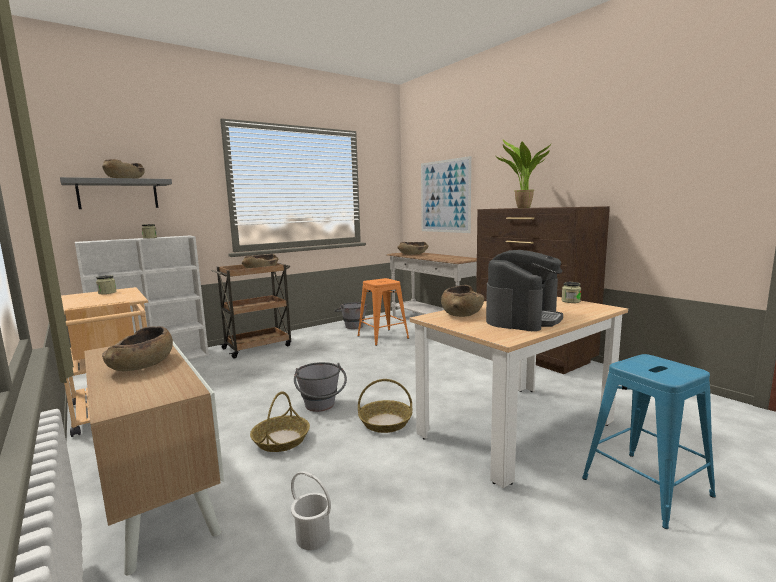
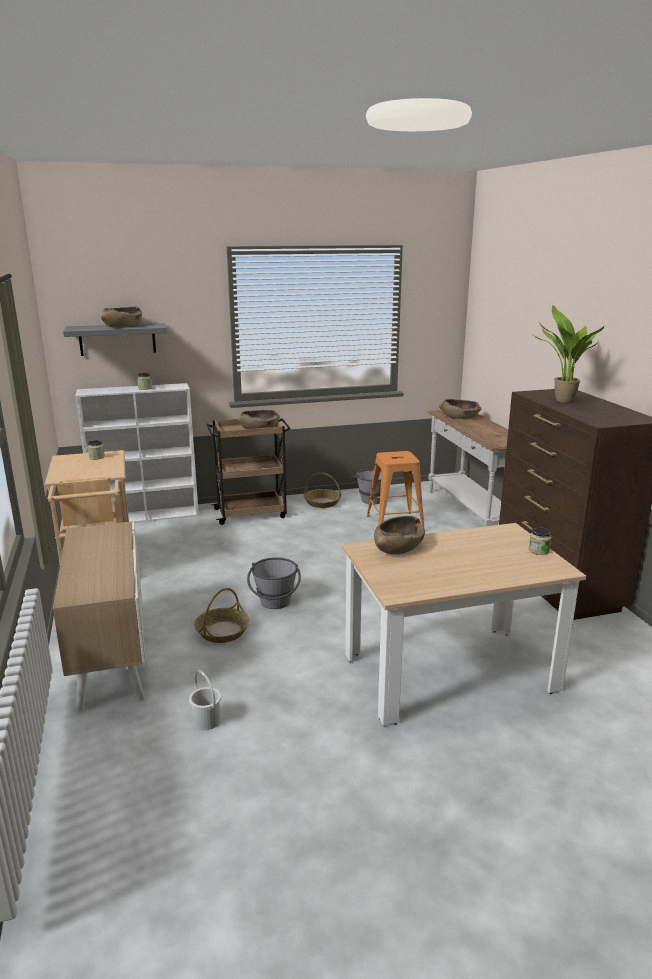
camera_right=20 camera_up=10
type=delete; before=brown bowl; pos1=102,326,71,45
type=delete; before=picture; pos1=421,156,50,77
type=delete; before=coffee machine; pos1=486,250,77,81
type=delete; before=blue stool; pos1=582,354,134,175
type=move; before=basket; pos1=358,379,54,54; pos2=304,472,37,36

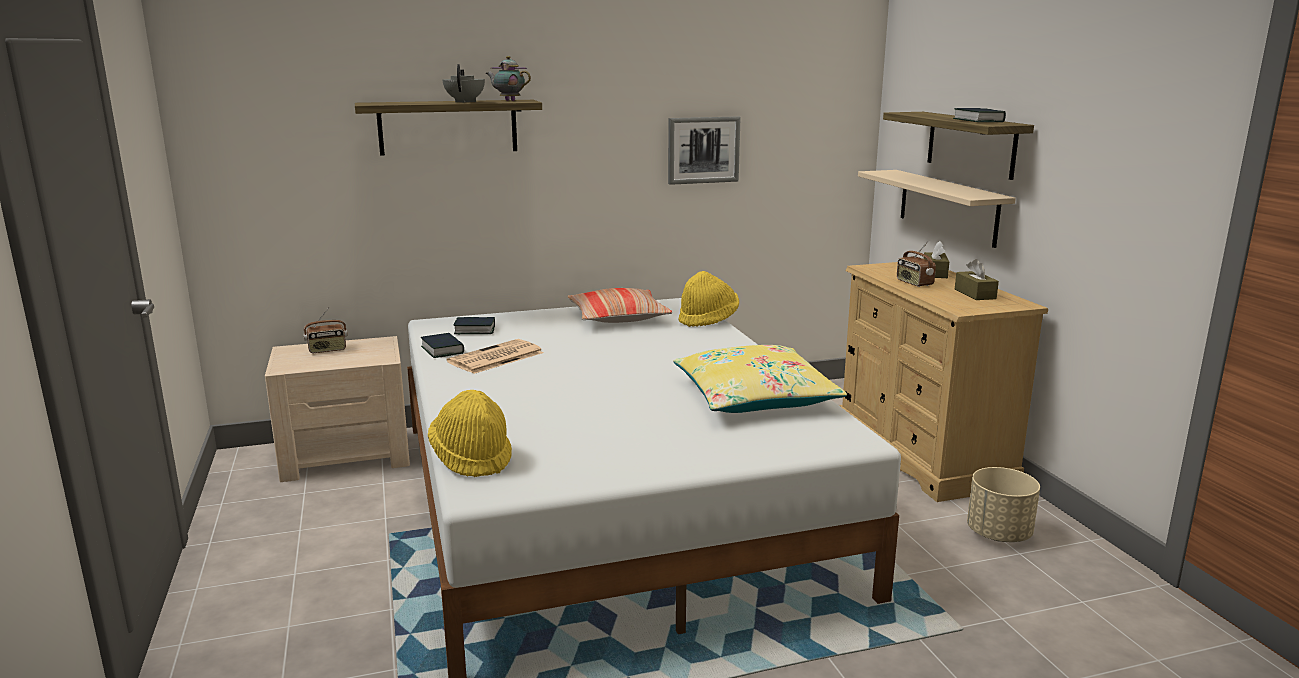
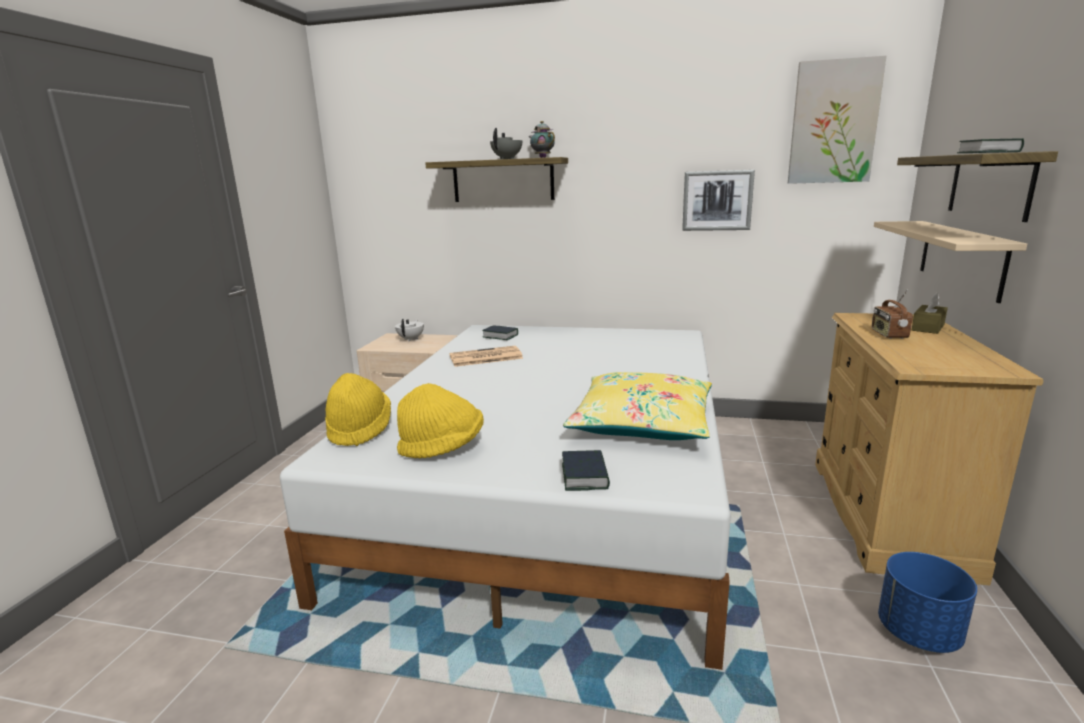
camera_right=30 camera_up=0
type=delete; before=pillow; pos1=568,288,104,35
type=delete; before=brown tissue box; pos1=955,259,44,41
type=insert; after=picture; pos2=788,56,98,128
type=move; before=book; pos1=421,333,43,25; pos2=562,450,48,41
type=move; before=yellow hat; pos1=679,271,60,56; pos2=397,383,87,75
type=replace; before=radio; after=white teapot; pos1=303,307,45,46; pos2=395,319,29,22
type=recolor; before=beige planter; after=blue planter; pos1=967,467,73,75; pos2=878,552,99,101

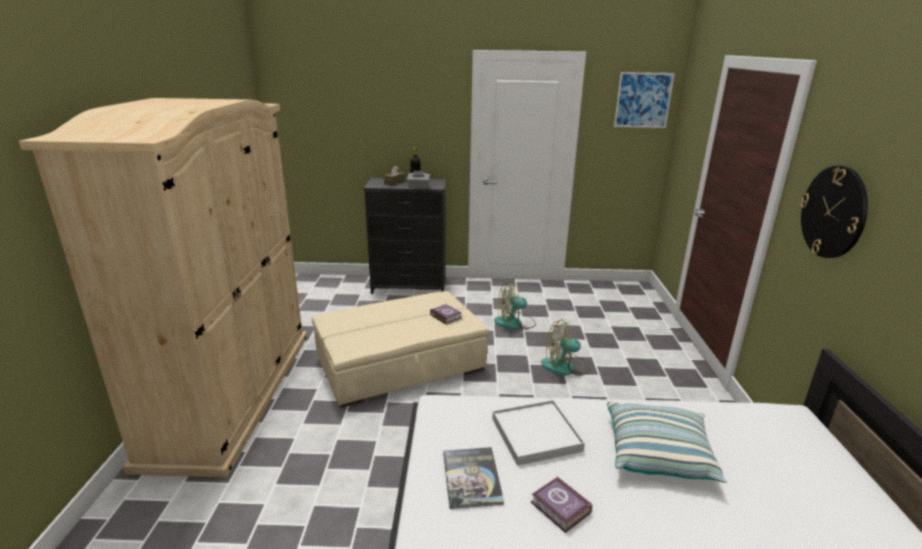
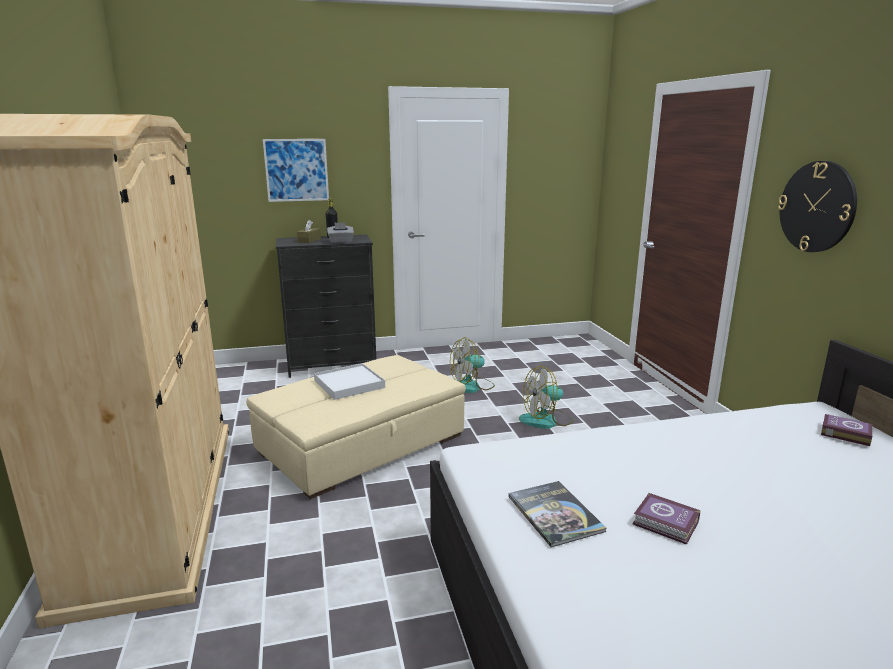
camera_right=-15 camera_up=-5
type=delete; before=pillow; pos1=607,402,120,81
type=move; before=book; pos1=430,304,32,20; pos2=821,414,52,32
type=move; before=white tray; pos1=492,400,93,66; pos2=314,363,71,37
type=move; before=picture; pos1=614,72,61,56; pos2=263,139,66,63

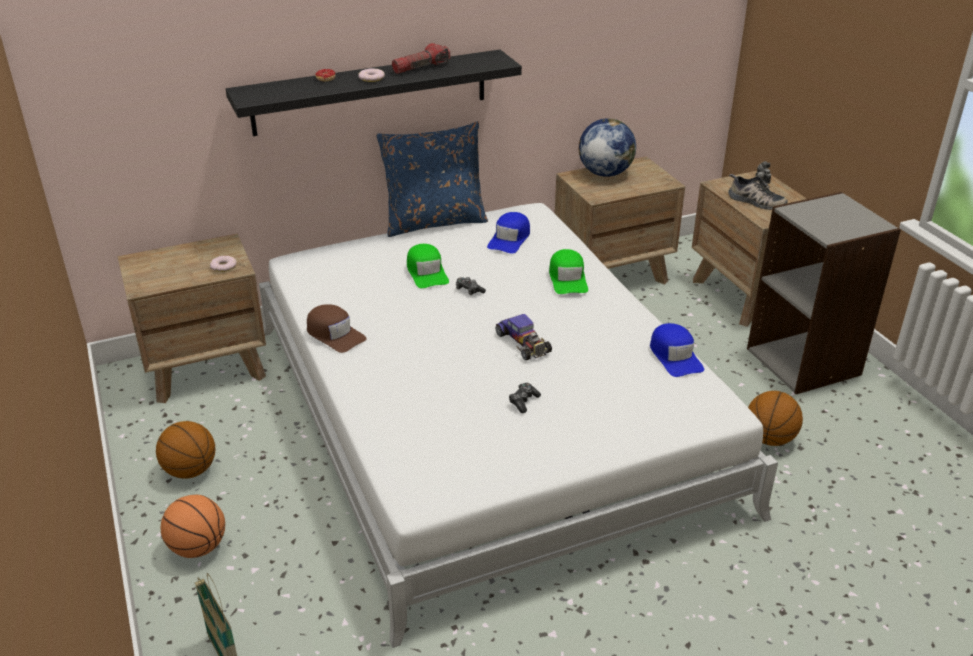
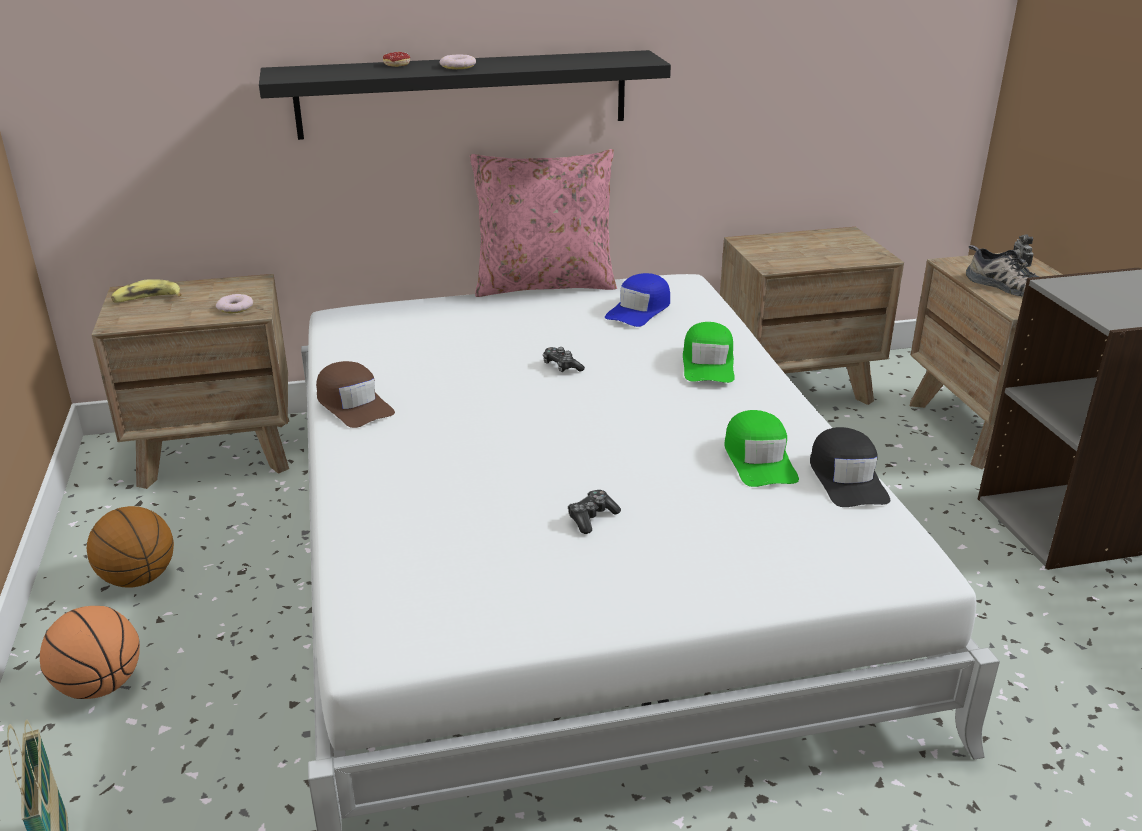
camera_right=10 camera_up=-5
type=delete; before=flashlight; pos1=392,43,59,31
type=delete; before=toy car; pos1=496,314,56,46
type=delete; before=globe; pos1=579,118,57,59
type=delete; before=basketball; pos1=748,391,55,55
type=insert; after=banana; pos2=111,279,71,24
type=move; before=green cap; pos1=407,244,42,44; pos2=724,410,75,77
type=recolor; before=blue pillow; after=pink pillow; pos1=376,122,112,115; pos2=470,149,147,148
type=recolor; before=blue cap; after=black cap; pos1=650,323,54,54; pos2=810,427,81,80

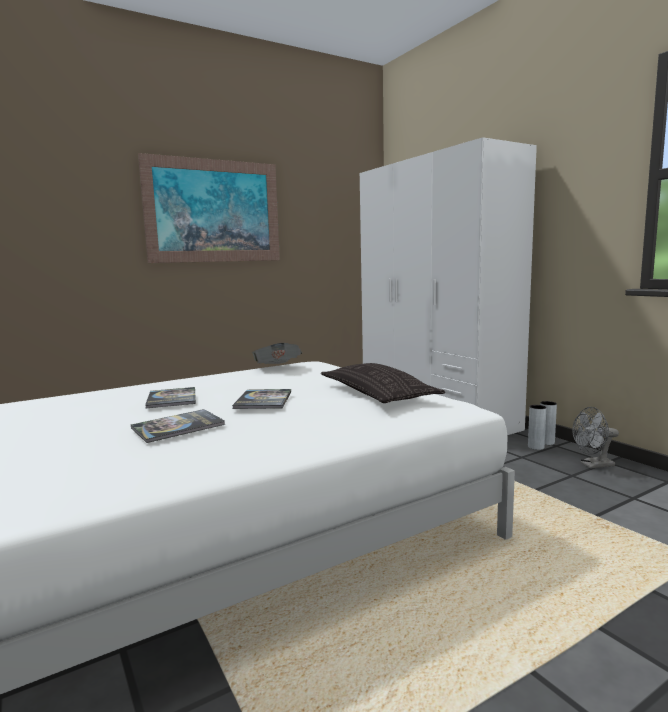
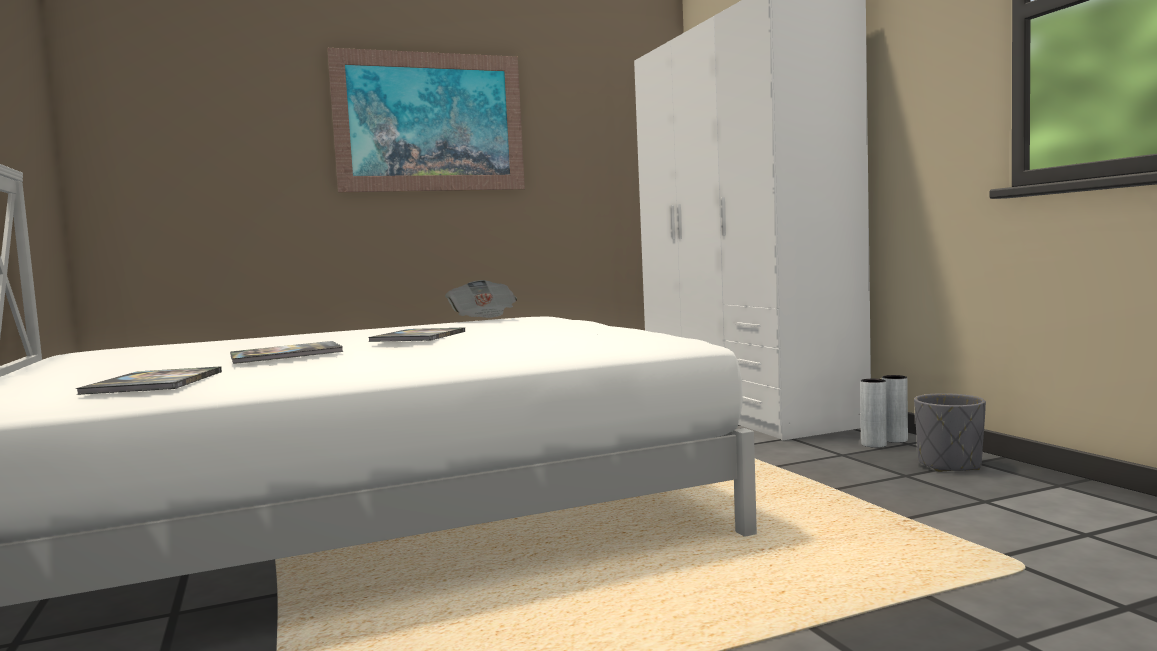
camera_right=10 camera_up=-5
type=delete; before=pillow; pos1=321,363,124,40
type=move; before=book; pos1=145,387,51,22; pos2=76,366,146,29
type=replace; before=grey fan; after=grey planter; pos1=572,407,47,62; pos2=914,393,72,79

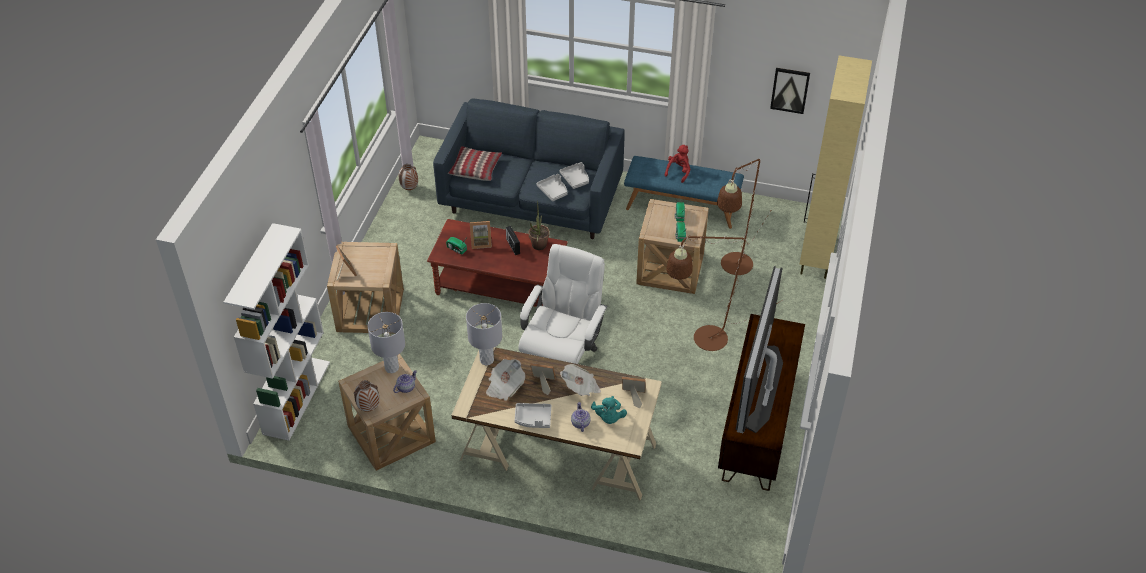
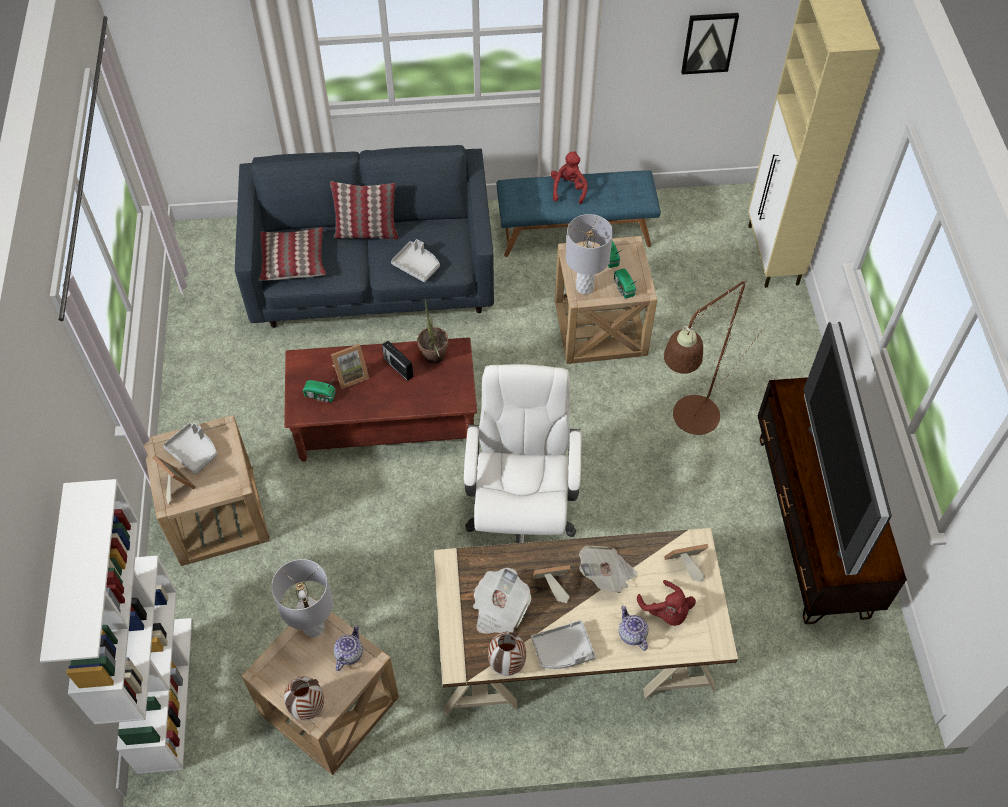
camera_right=-20 camera_up=10
type=delete; before=brown floor lamp; pos1=717,159,54,116
type=insert; after=pillow; pos2=330,181,68,59
type=move; before=vase; pos1=399,164,19,26; pos2=488,631,38,45
type=move; before=grey table lamp; pos1=466,303,36,62; pos2=565,214,48,80
type=move; before=grey tray; pos1=559,162,30,27; pos2=163,422,54,52
type=recolor; before=turquoise plush toy; after=red plush toy; pos1=591,396,36,28; pos2=637,580,59,46

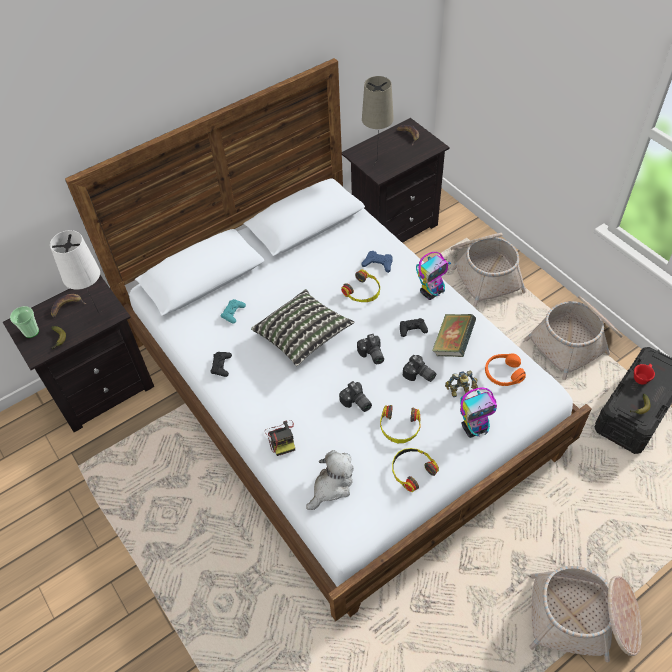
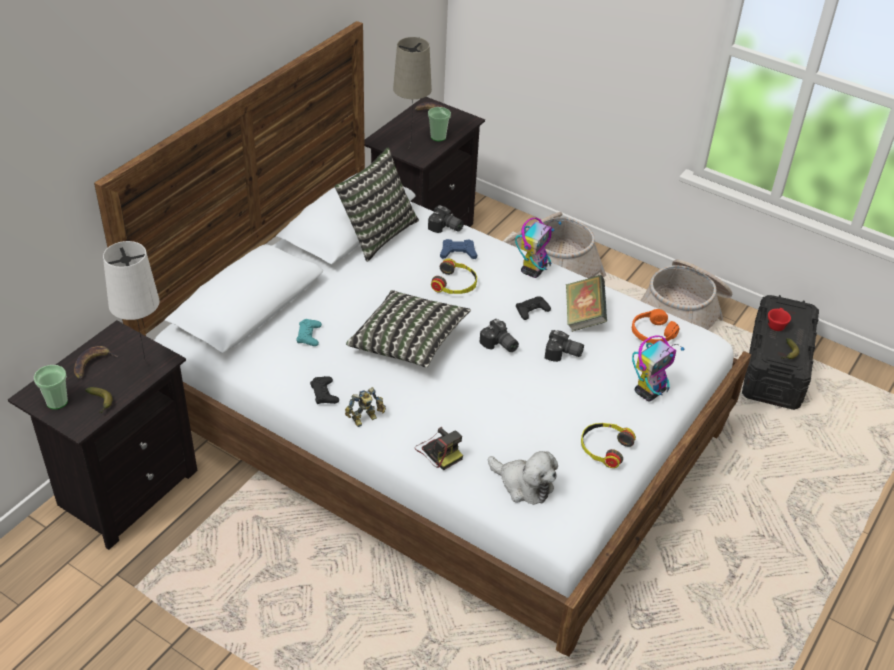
camera_right=-25 camera_up=-10
type=delete; before=headphones; pos1=380,405,40,38
type=delete; before=basket; pos1=529,566,113,96
type=insert; after=pillow; pos2=335,148,84,114
type=insert; after=cup; pos2=428,107,23,34
type=move; before=photo camera; pos1=339,381,33,31; pos2=428,205,36,28
type=move; before=toy robot; pos1=445,370,33,27; pos2=345,387,41,40
type=rotate; before=plush toy; pos1=306,450,48,60; pos2=488,451,70,54; turn=105

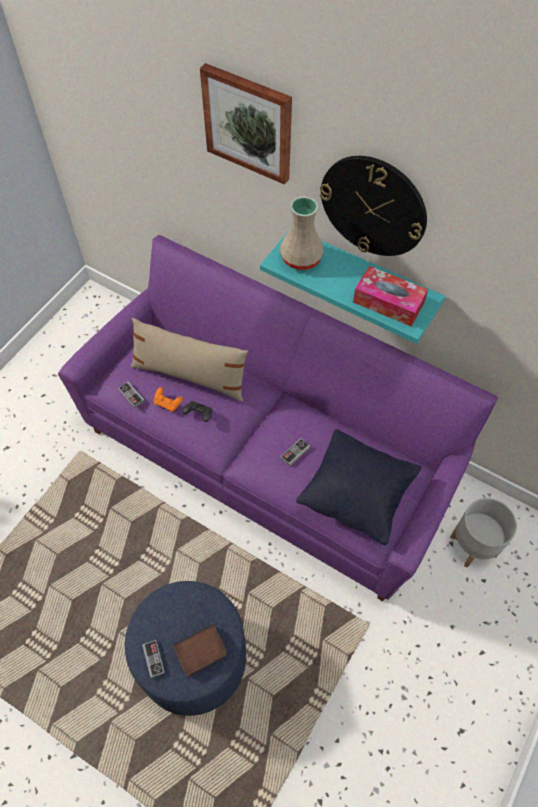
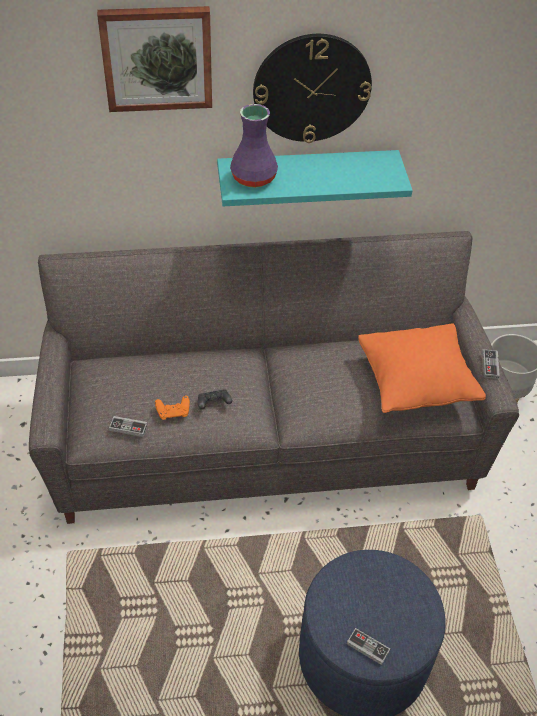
camera_right=-40 camera_up=-10
type=delete; before=beige pillow; pos1=131,318,118,84
type=delete; before=book; pos1=173,624,55,53
type=delete; before=tissue box; pos1=353,266,75,60
type=move; before=game controller; pos1=280,438,30,28; pos2=482,349,18,30
type=recolor; before=purple sofa; after=grey sofa; pos1=58,235,440,366; pos2=29,231,490,293
type=recolor; before=beige vase; after=purple vase; pos1=280,196,44,74; pos2=230,104,48,84
type=recolor; before=black pillow; after=orange pillow; pos1=296,429,125,116; pos2=358,323,128,90

